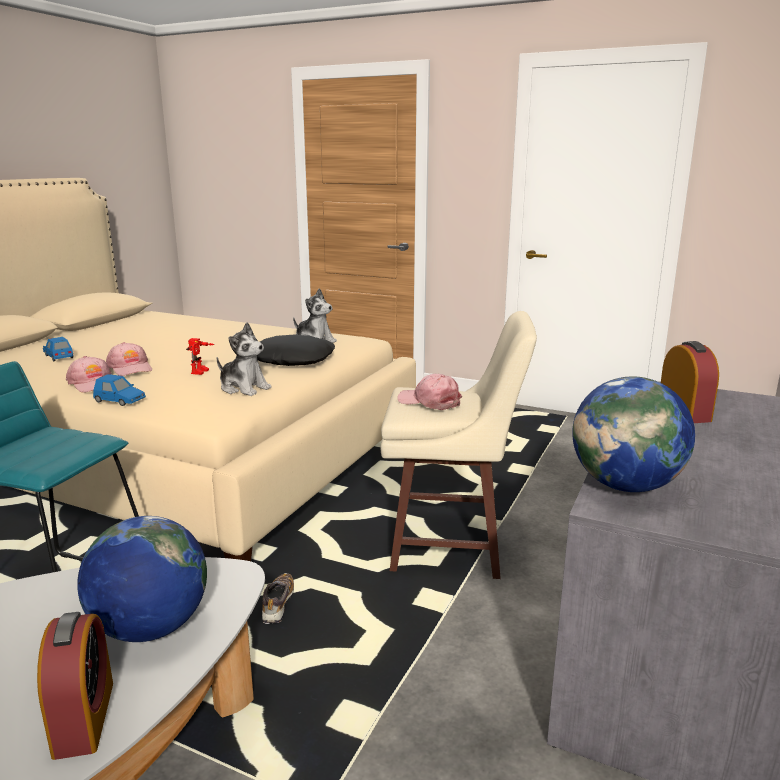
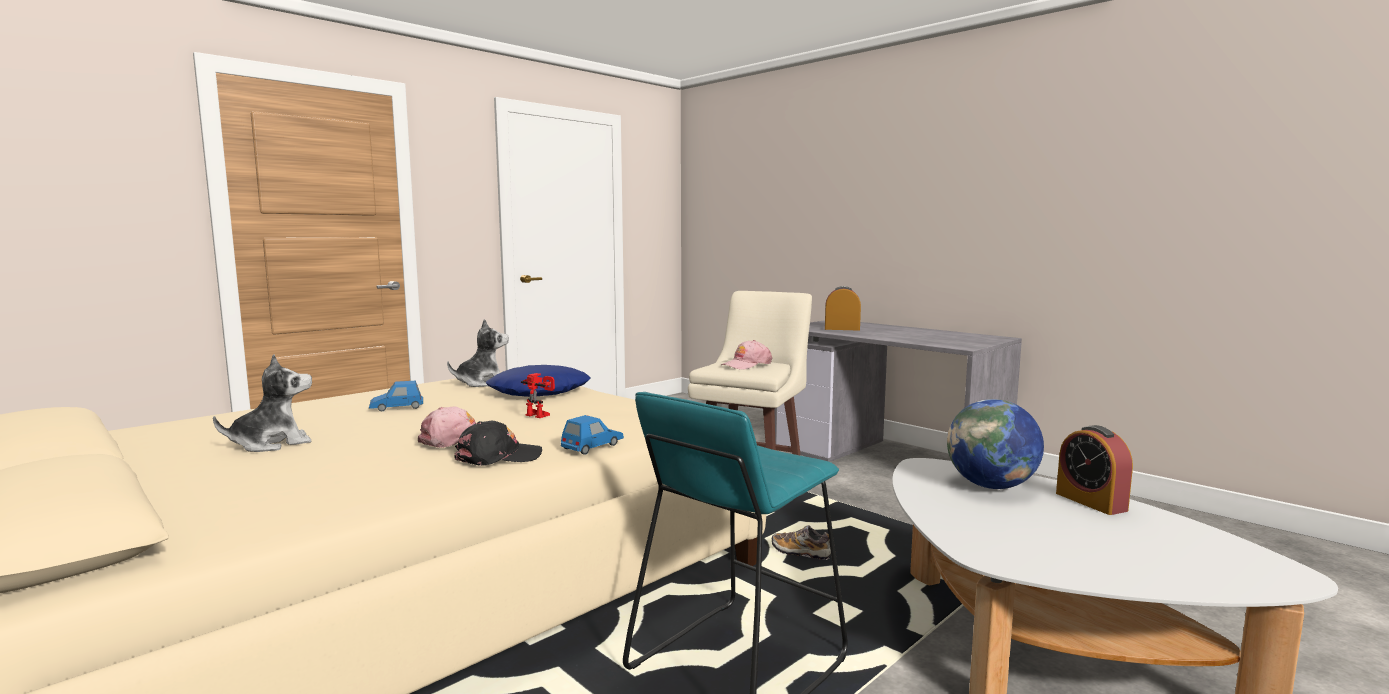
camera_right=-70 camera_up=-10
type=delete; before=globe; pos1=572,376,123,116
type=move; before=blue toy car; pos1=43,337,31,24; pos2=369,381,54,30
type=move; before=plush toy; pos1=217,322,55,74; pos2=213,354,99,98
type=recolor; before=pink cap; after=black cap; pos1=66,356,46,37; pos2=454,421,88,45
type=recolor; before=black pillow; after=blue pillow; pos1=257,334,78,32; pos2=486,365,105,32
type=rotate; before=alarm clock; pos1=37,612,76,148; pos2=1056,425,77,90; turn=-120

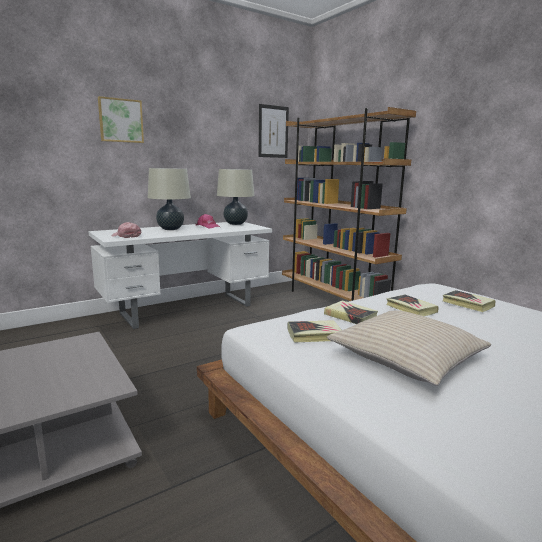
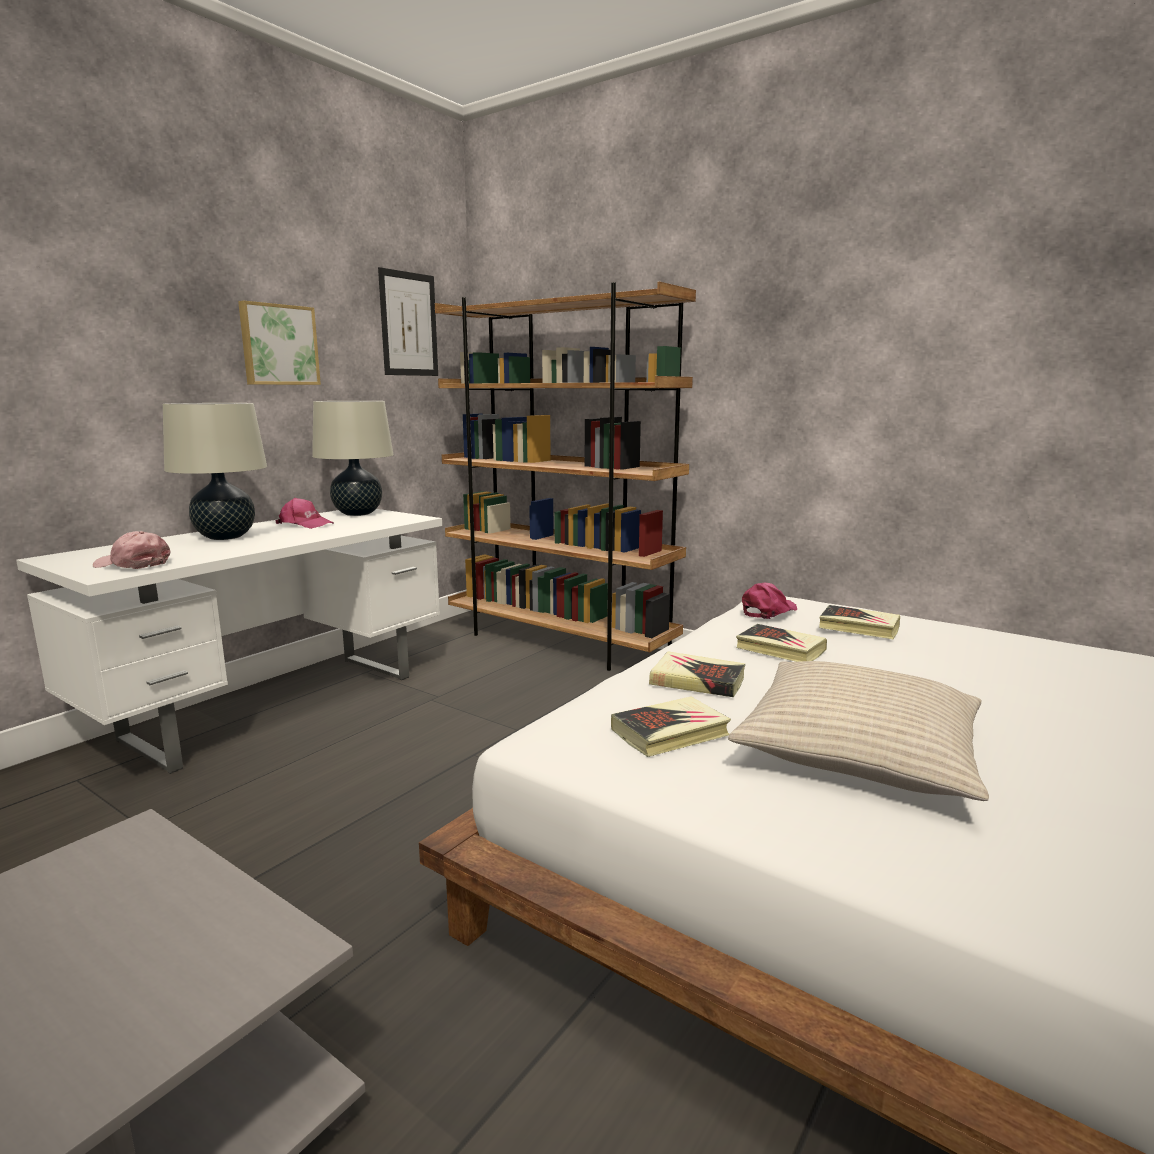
camera_right=-20 camera_up=0
type=insert; after=pink cap; pos2=742,582,55,37
type=move; before=picture; pos1=98,96,46,47; pos2=238,301,83,84

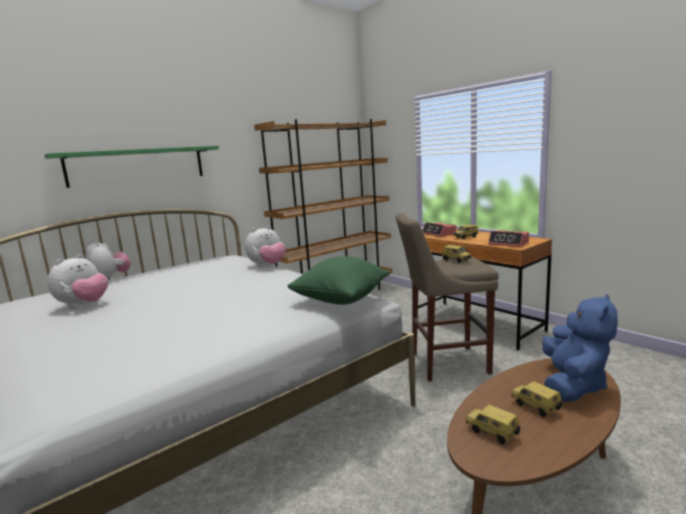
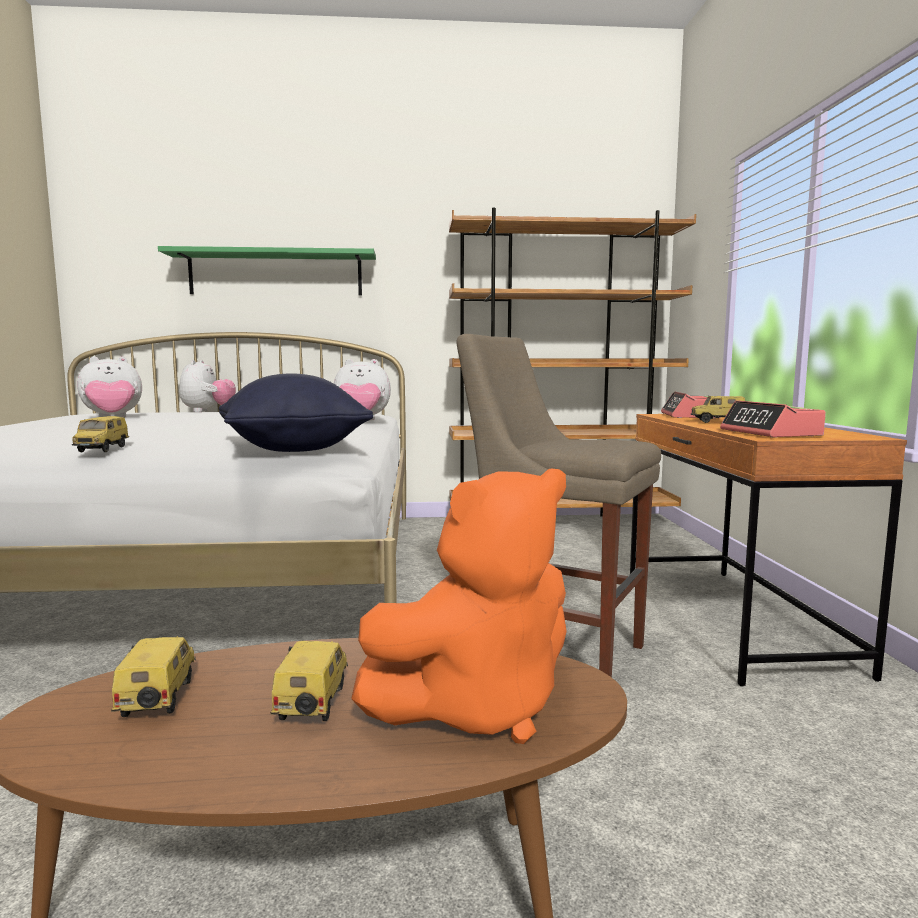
camera_right=35 camera_up=-5
type=move; before=toy car; pos1=442,245,29,18; pos2=72,416,57,36
type=recolor; before=green pillow; after=black pillow; pos1=287,256,103,49; pos2=219,374,154,78
type=recolor; before=blue plush toy; after=orange plush toy; pos1=542,293,76,109; pos2=351,468,216,276

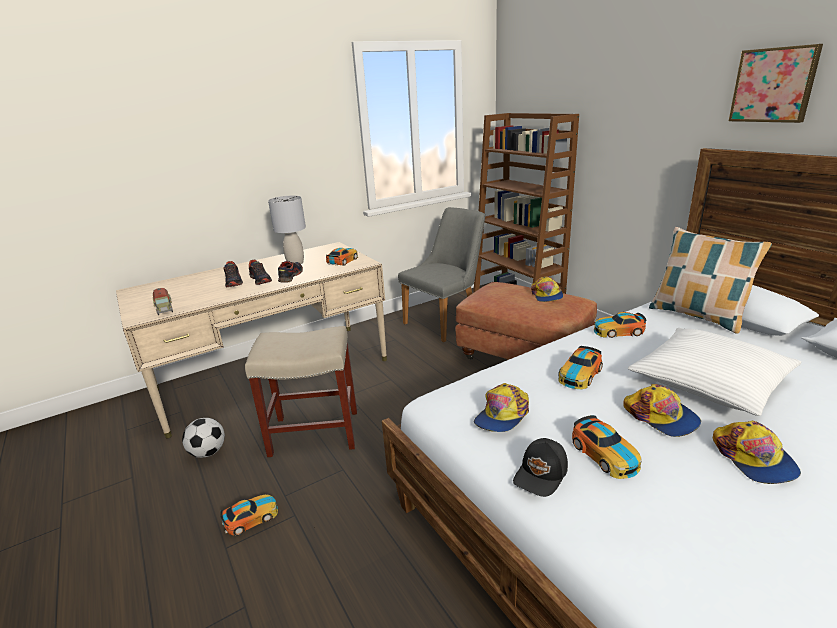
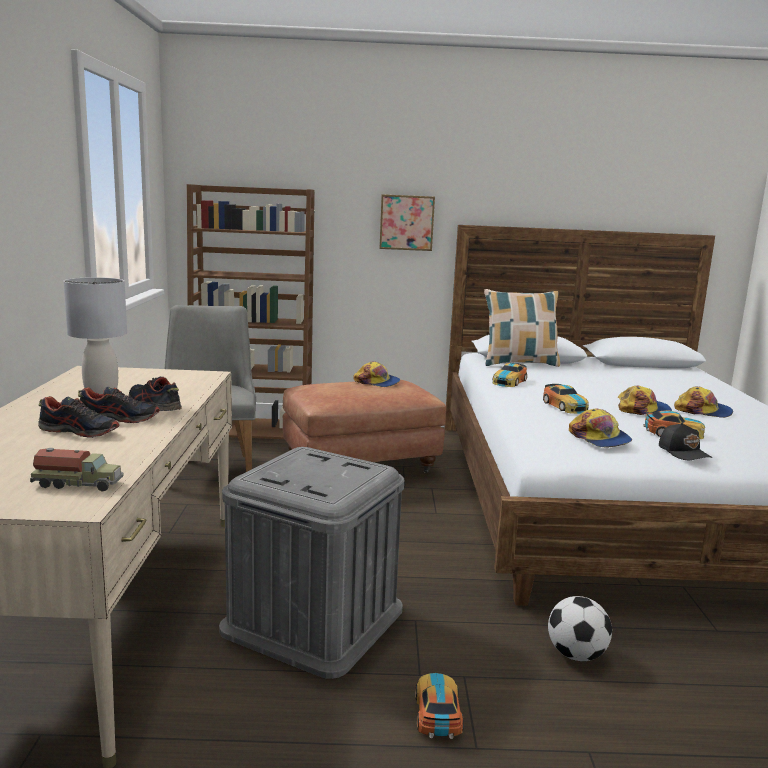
camera_right=-60 camera_up=-10
type=delete; before=toy car; pos1=326,248,32,18
type=delete; before=white pillow; pos1=628,328,173,88
type=move; before=football; pos1=182,418,43,40; pos2=548,596,64,65
type=move; before=picture; pos1=729,44,94,79; pos2=379,194,56,57
type=replace; before=beige stool; after=grey storage box; pos1=245,326,112,131; pos2=219,447,185,232

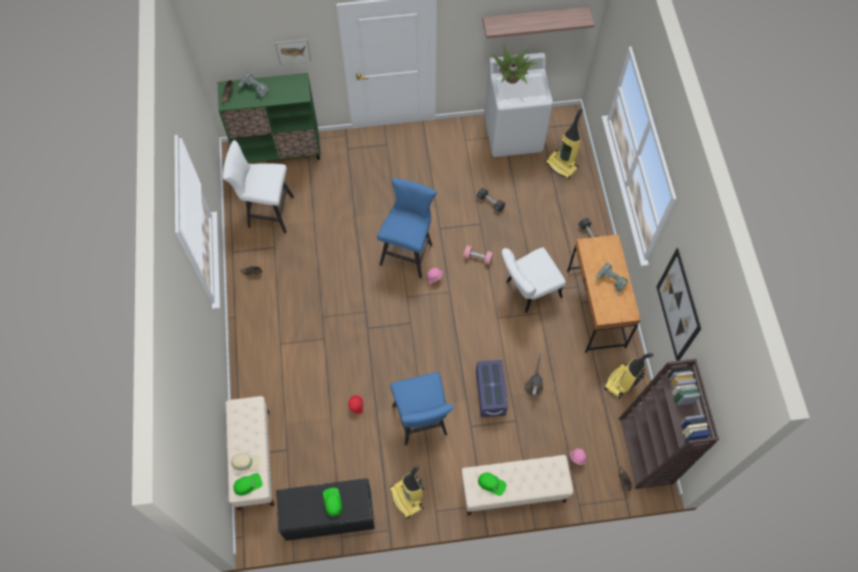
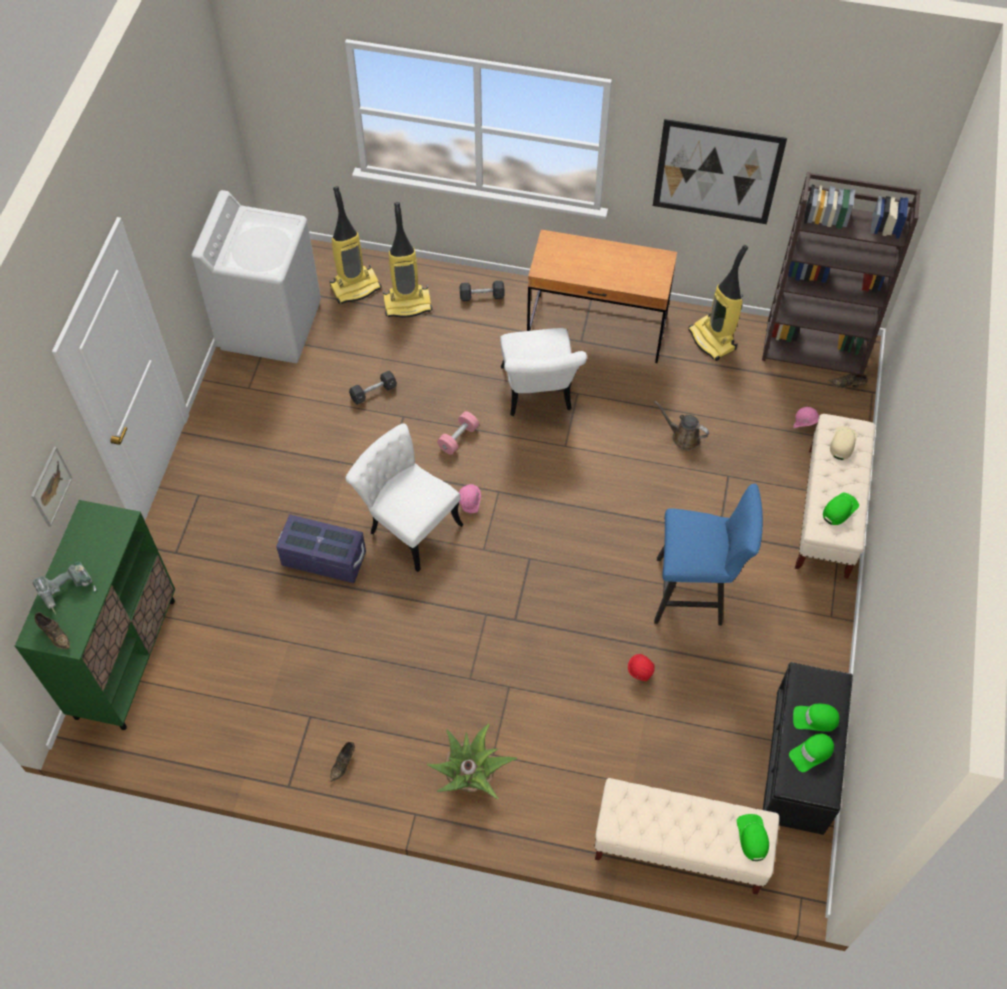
camera_right=-70 camera_up=-5
type=delete; before=white stool; pos1=223,140,71,93
type=delete; before=shelf; pos1=483,7,111,31
type=delete; before=power drill; pos1=595,263,33,33
type=insert; after=green cap; pos2=789,733,45,39
type=move; before=beige cap; pos1=231,453,29,18; pos2=830,426,28,34
type=move; before=vacuum cleaner; pos1=390,465,34,54; pos2=383,202,49,116
type=move; before=purple storage box; pos1=476,360,32,58; pos2=276,515,90,68
type=move; before=potted plant; pos1=492,45,47,39; pos2=427,723,90,76
type=replace; before=blue stool; after=white chair; pos1=377,178,60,100; pos2=345,423,119,149

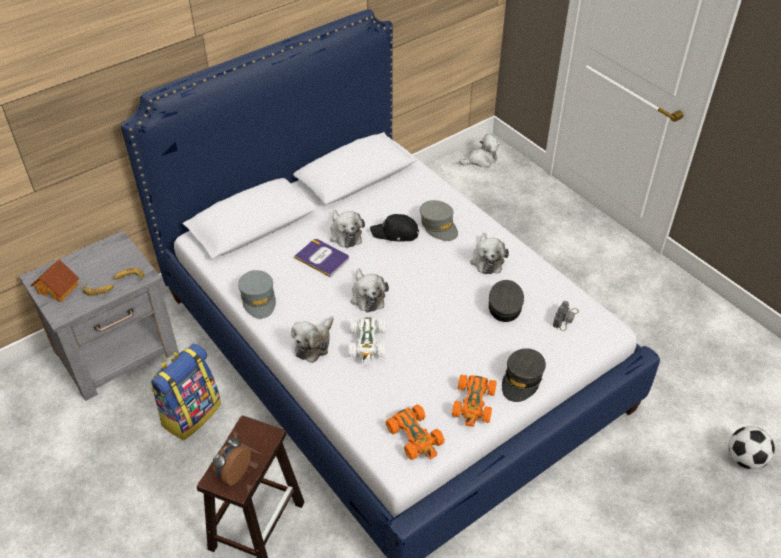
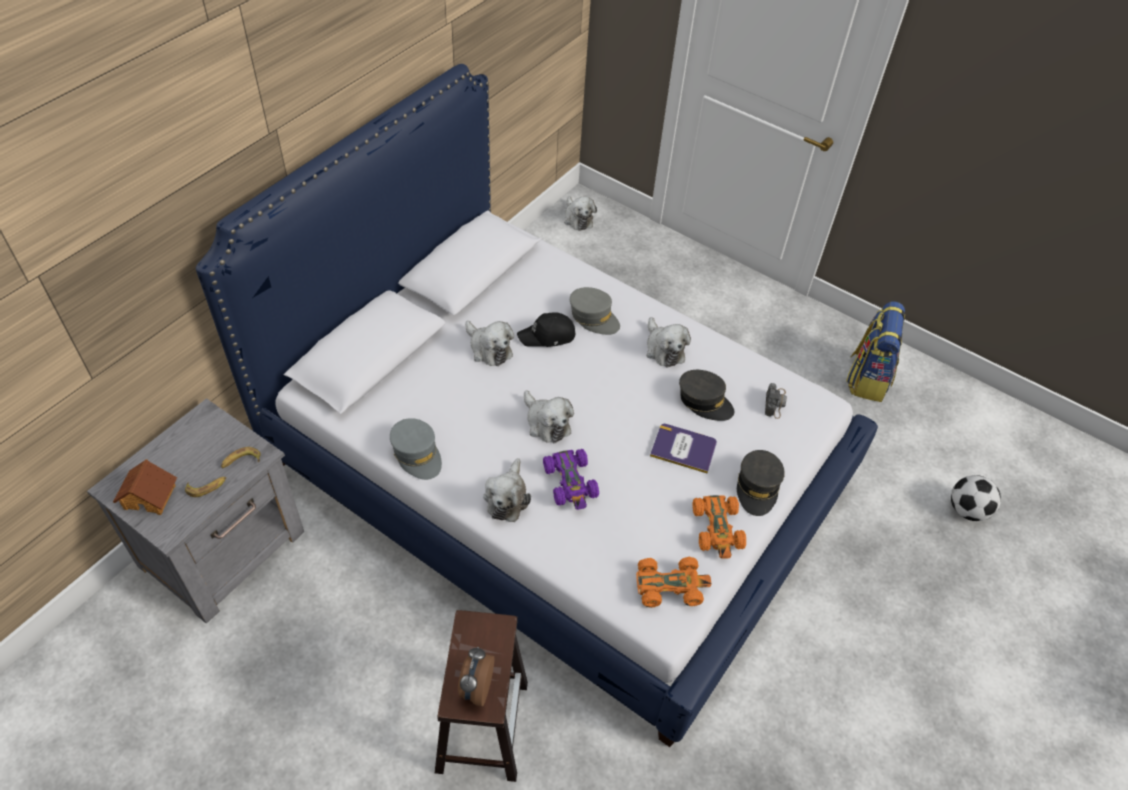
camera_right=-20 camera_up=5
type=move; before=backpack; pos1=151,344,70,96; pos2=846,301,59,101
type=move; before=book; pos1=294,239,55,38; pos2=650,424,67,50
type=recolor; before=white toy car; after=purple toy car; pos1=349,318,37,45; pos2=543,449,56,61
type=rotate; before=orange toy car; pos1=386,405,59,55; pos2=636,557,76,50; turn=-45
type=rotate; before=plush toy; pos1=459,134,41,34; pos2=564,196,33,35; turn=105
type=rotate; before=grey cap; pos1=488,280,36,42; pos2=679,370,55,51; turn=135

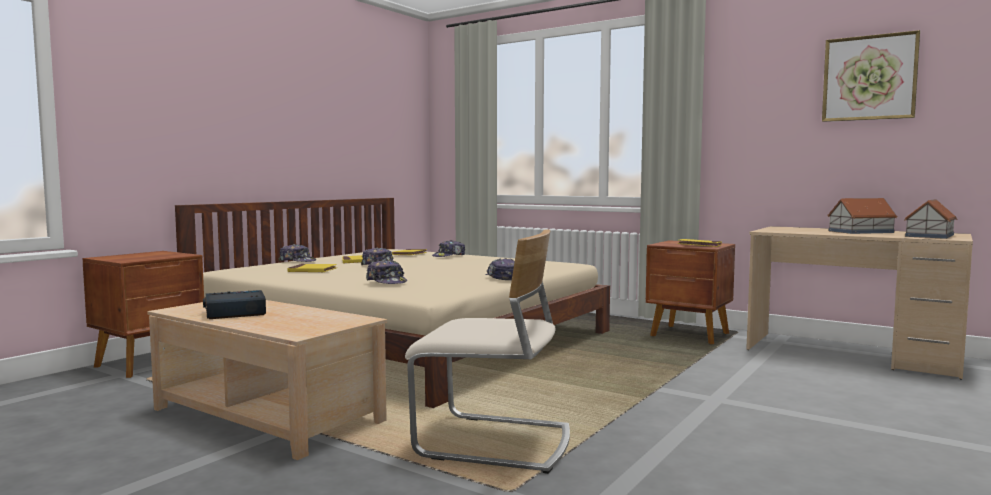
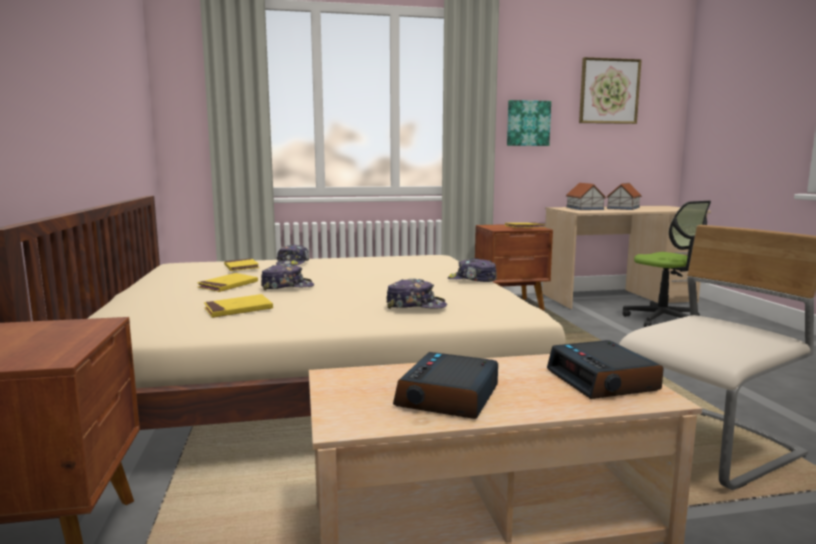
camera_right=-45 camera_up=5
type=delete; before=cap; pos1=278,244,38,18
type=insert; after=picture; pos2=507,100,44,46
type=insert; after=alarm clock; pos2=547,340,117,59
type=insert; after=office chair; pos2=622,201,89,126
type=move; before=toy house; pos1=904,199,53,40; pos2=566,183,40,27

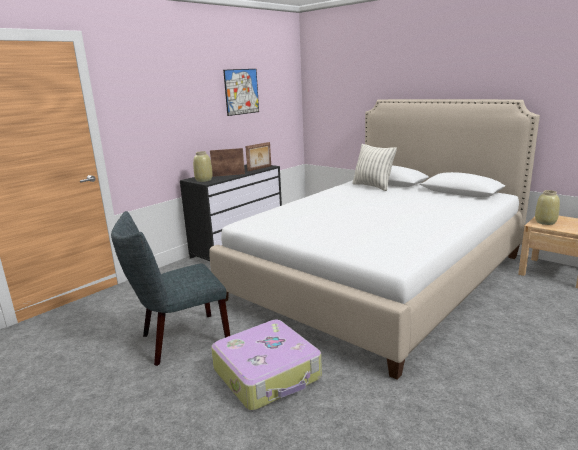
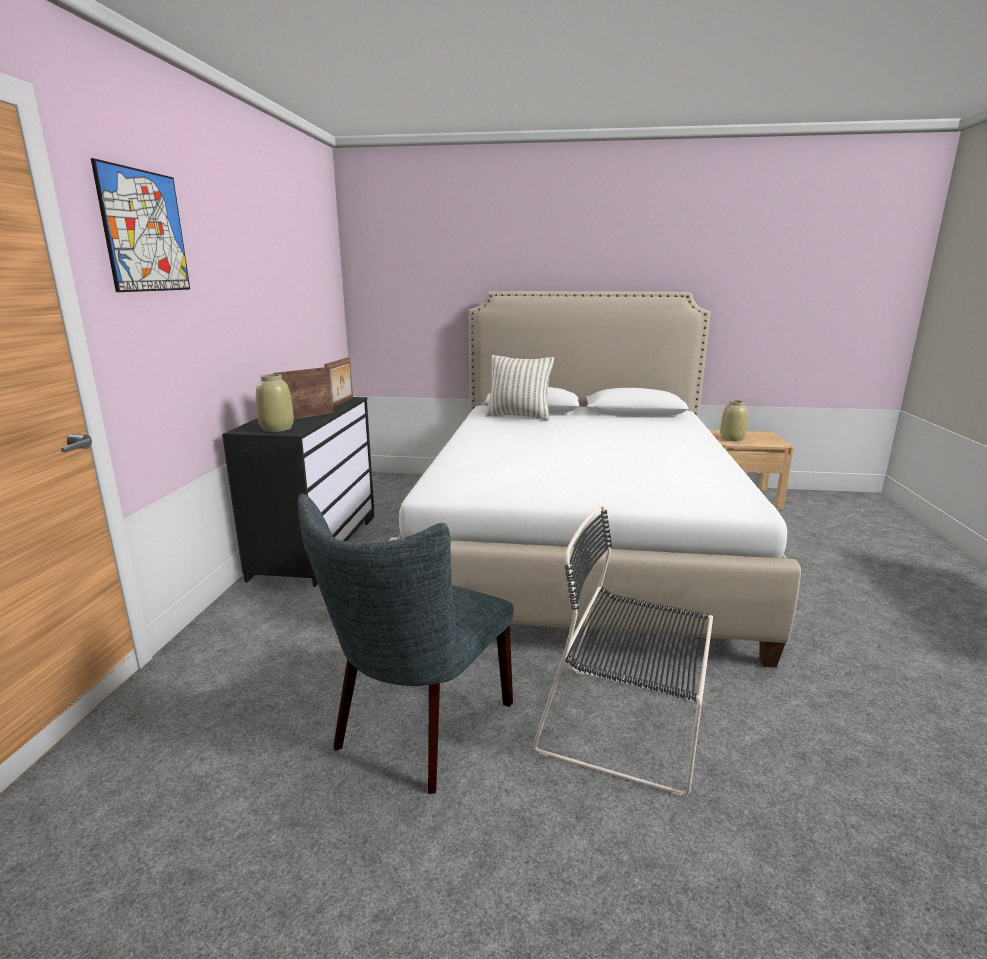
camera_right=-35 camera_up=0
type=move; before=picture; pos1=223,69,36,47; pos2=91,158,99,134
type=replace; before=suitcase; after=black chair; pos1=211,320,111,90; pos2=533,504,180,293

